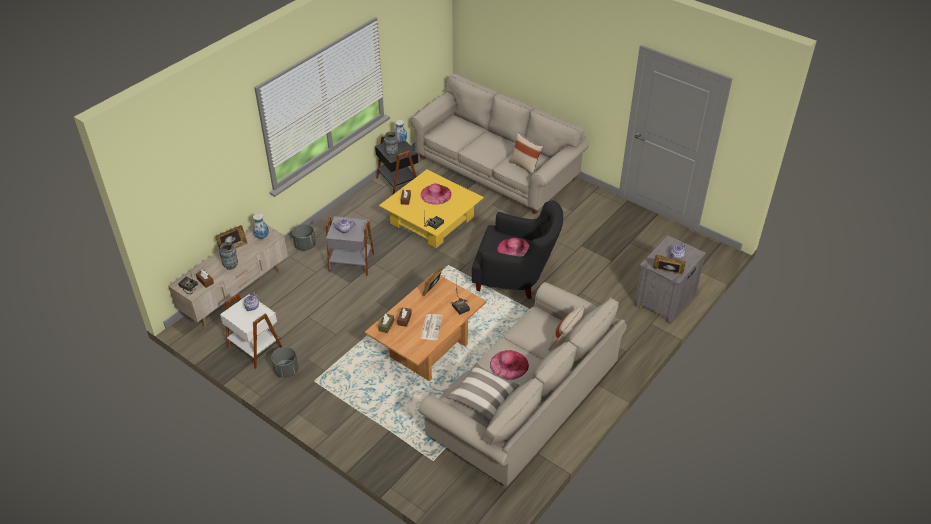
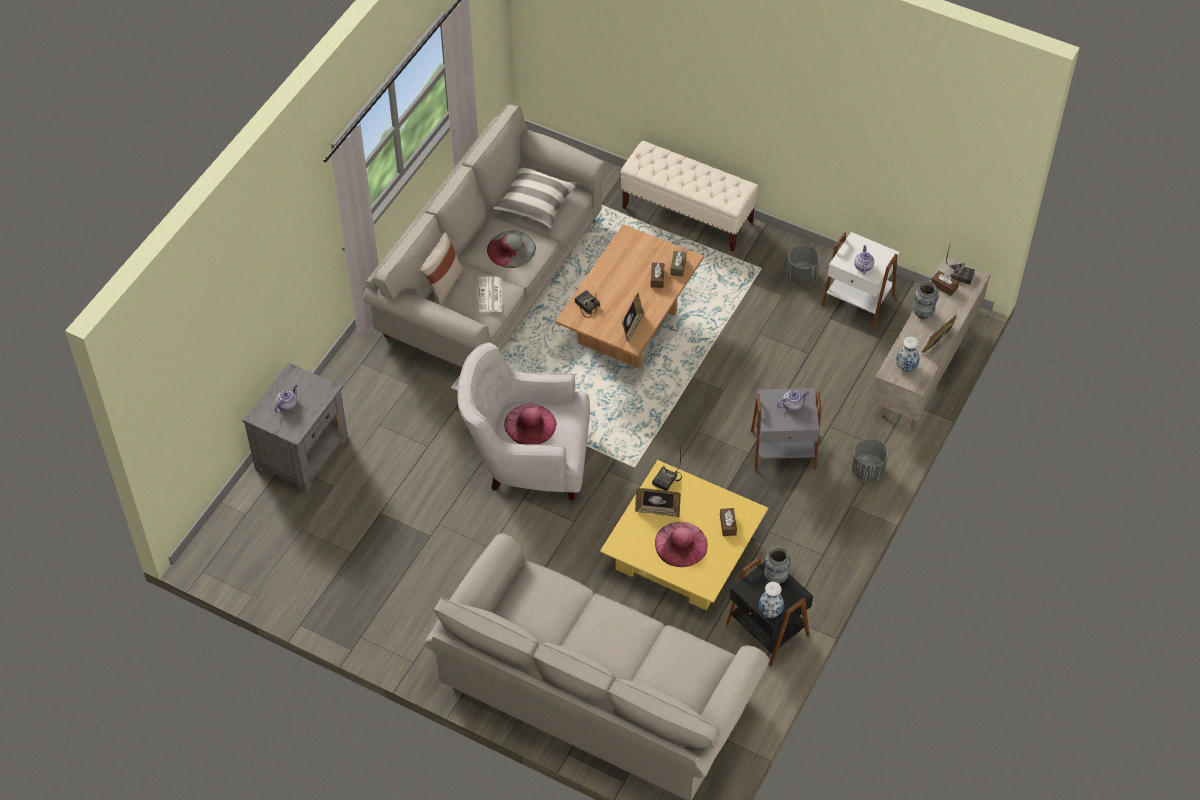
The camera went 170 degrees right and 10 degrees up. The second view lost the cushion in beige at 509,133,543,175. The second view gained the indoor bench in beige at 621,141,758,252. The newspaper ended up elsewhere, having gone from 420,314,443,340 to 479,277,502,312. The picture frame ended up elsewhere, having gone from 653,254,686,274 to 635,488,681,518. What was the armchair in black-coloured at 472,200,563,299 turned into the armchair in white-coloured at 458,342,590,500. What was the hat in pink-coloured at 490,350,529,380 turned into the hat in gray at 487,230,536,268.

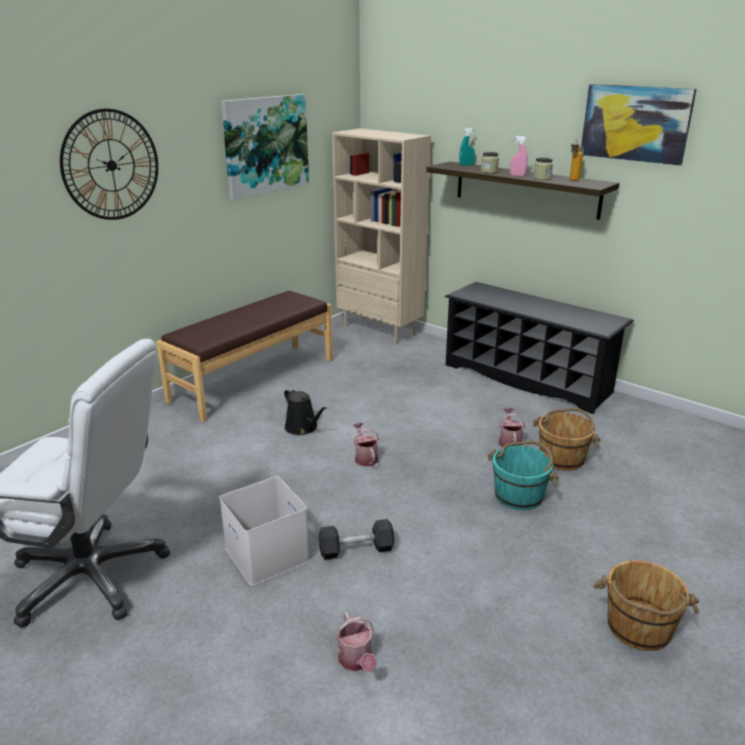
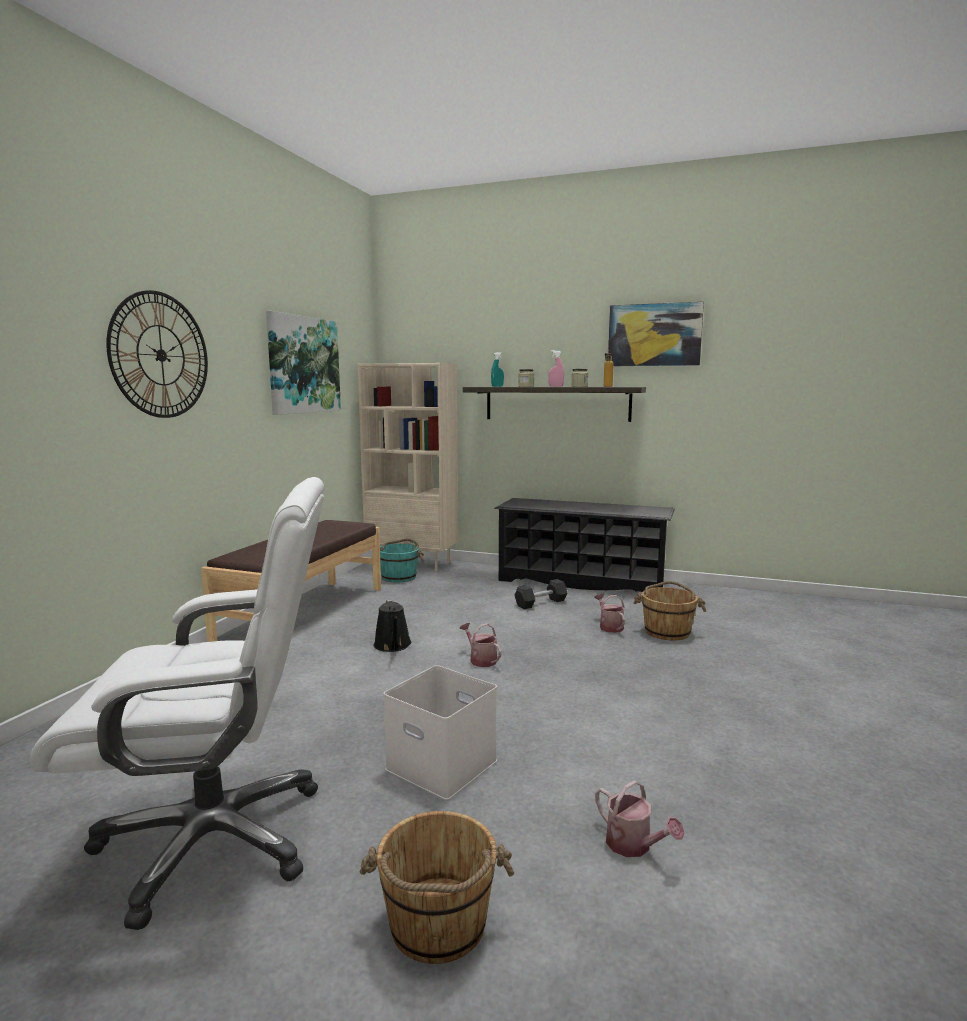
The camera went 20 degrees left and 15 degrees down. The hand weight in gray ended up elsewhere, having gone from 319,519,395,560 to 515,579,567,609. The bucket in turquoise ended up elsewhere, having gone from 487,441,559,510 to 380,539,424,583. The bucket in brown ended up elsewhere, having gone from 593,560,699,651 to 360,811,514,964. The watering pot in black-coloured at 284,388,327,435 ended up facing another way, 45 degrees clockwise from before.

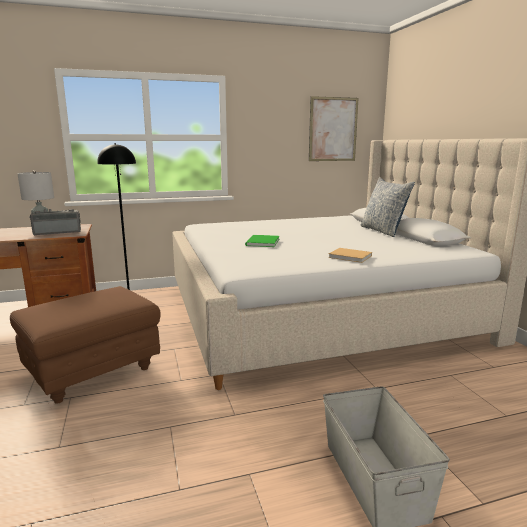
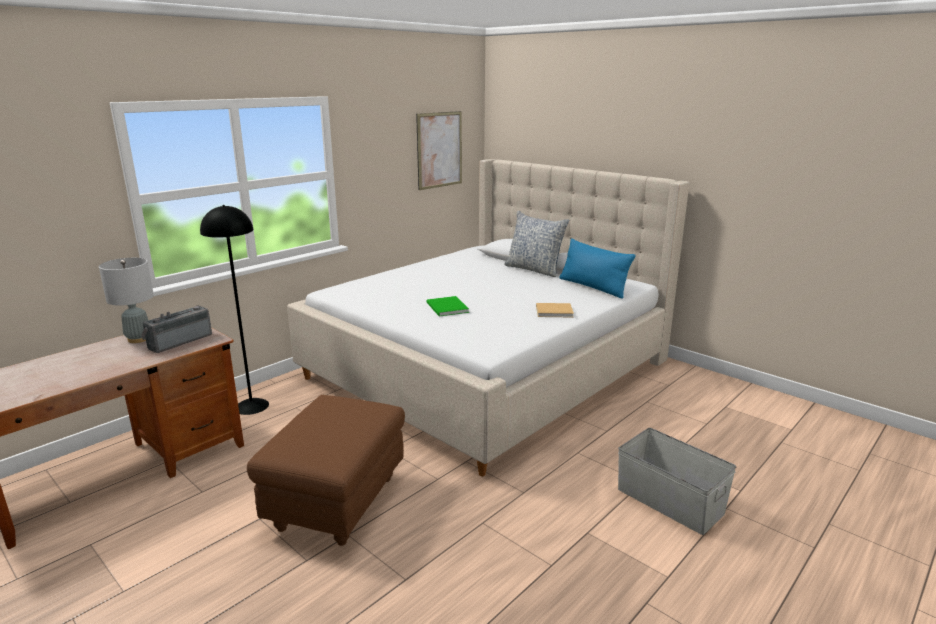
The camera went 30 degrees left and 5 degrees up. The second view gained the cushion in blue-coloured at 559,238,636,299.

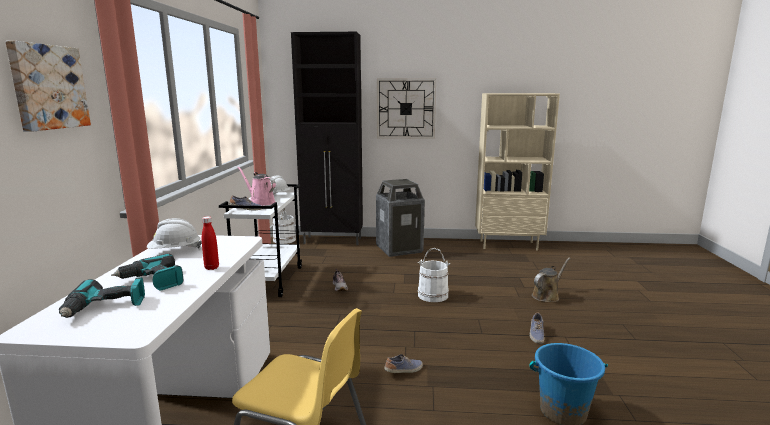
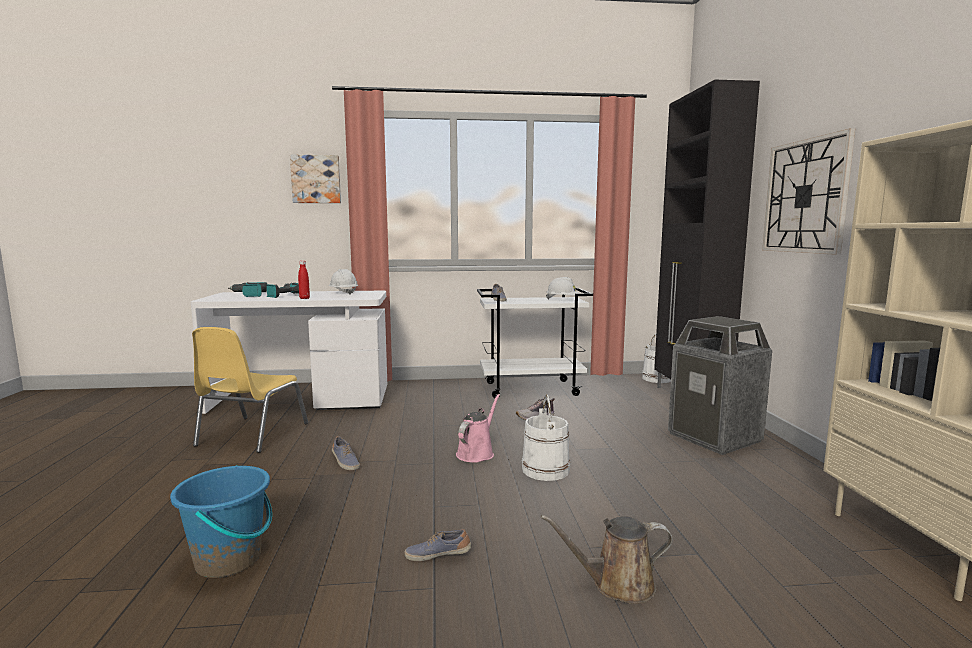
The camera went 80 degrees right and 5 degrees down. The watering pot in pink-coloured ended up elsewhere, having gone from 238,167,276,206 to 456,394,500,462. The watering pot in brown at 532,257,570,302 ended up facing another way, 135 degrees clockwise from before.

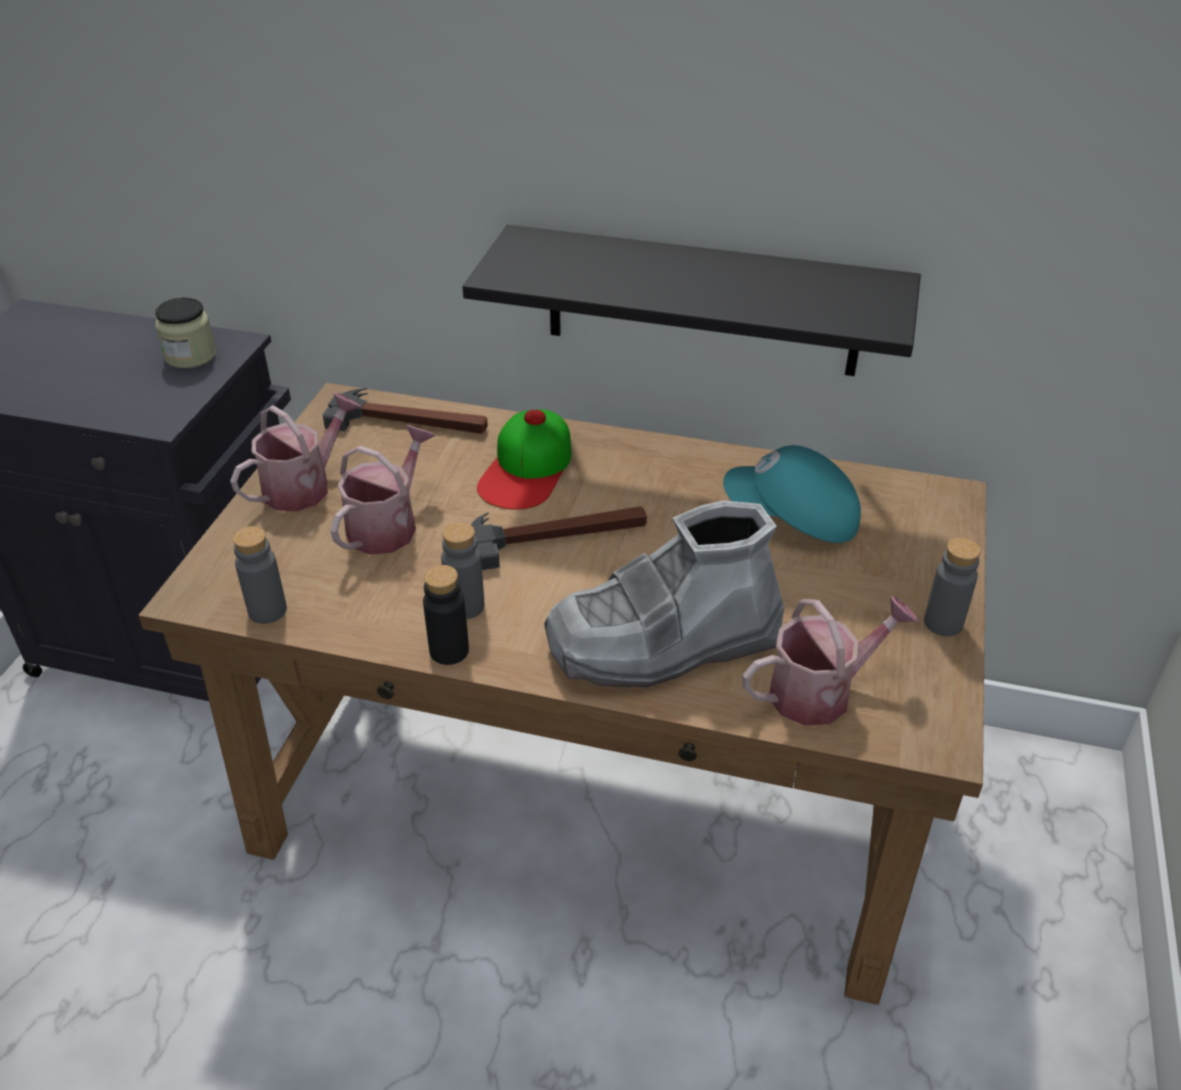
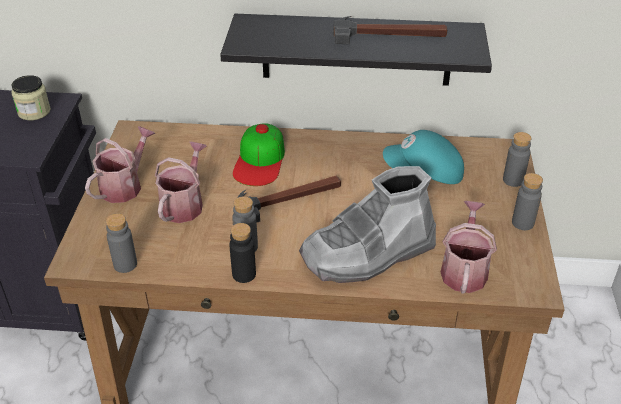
The camera went 10 degrees left and 0 degrees up. The second view gained the bottle in gray at 503,132,531,187. The tool hammer ended up elsewhere, having gone from 322,388,488,434 to 333,16,447,44. The watering pot at 742,596,919,726 ended up facing another way, 45 degrees counterclockwise from before.

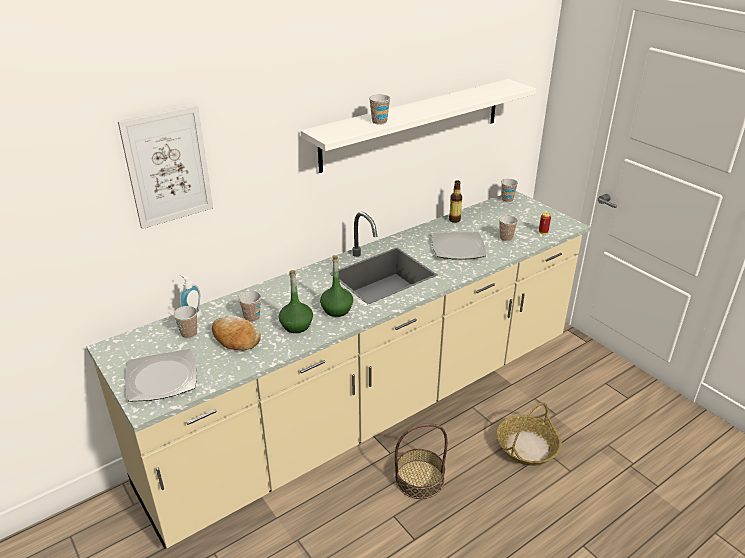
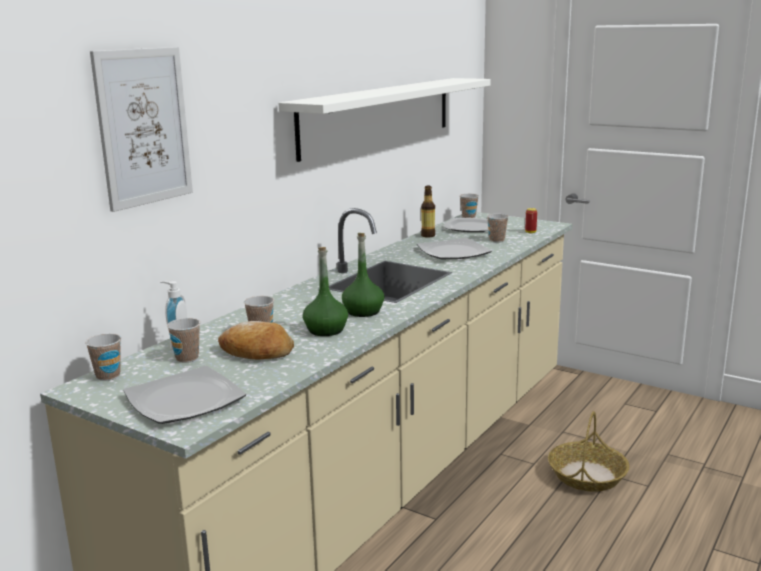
The camera went 20 degrees left and 15 degrees down. The second view lost the storage basket at 395,423,448,499. The second view gained the dinner plate at 444,218,489,232. The drinking cup ended up elsewhere, having gone from 369,94,391,125 to 85,334,121,381.

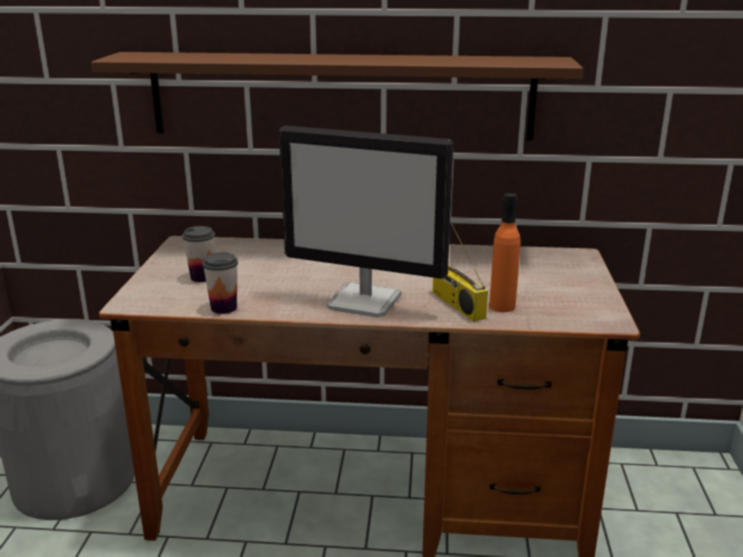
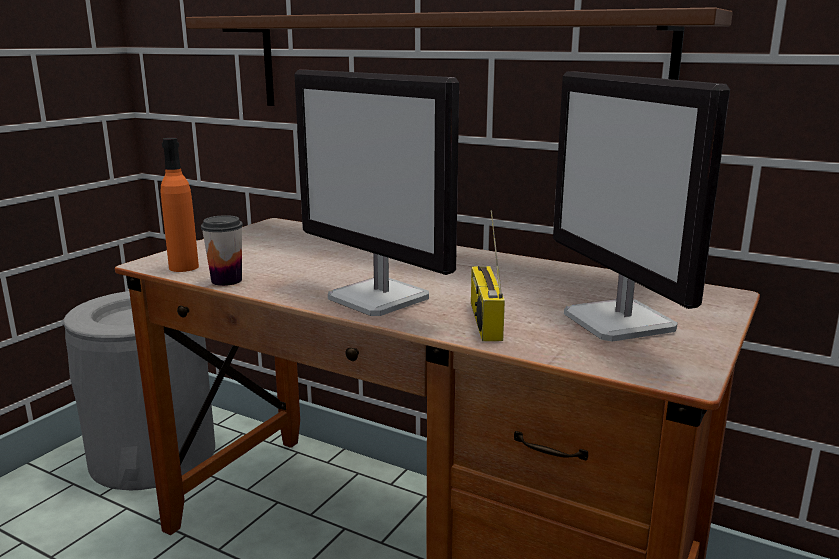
The camera went 25 degrees right and 5 degrees down. The second view lost the drinking cup at 182,226,215,282. The second view gained the computer screen at 553,71,730,342. The bottle in orange-coloured ended up elsewhere, having gone from 489,193,520,312 to 161,138,199,272.

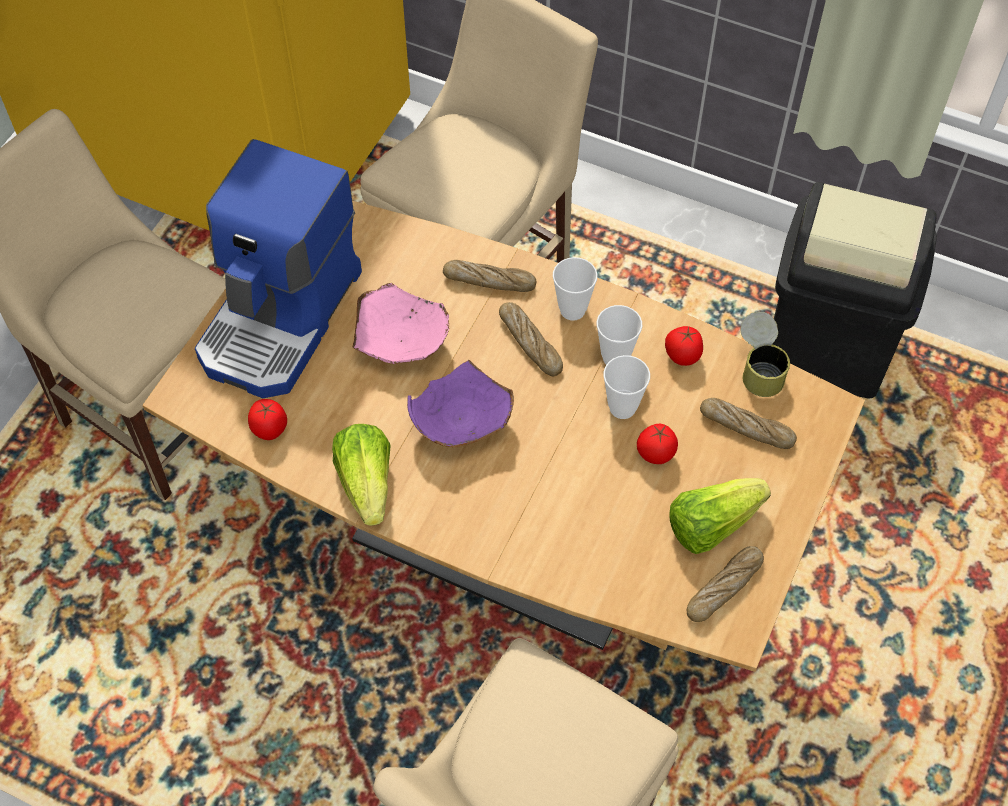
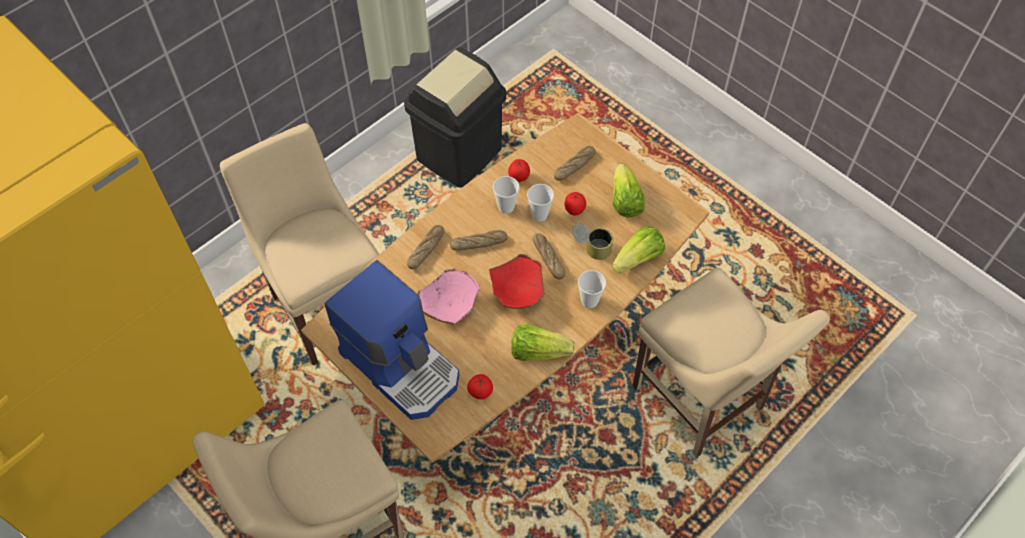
The camera went 70 degrees left and 0 degrees up. The second view gained the lettuce head at 612,226,665,273. The drinking cup ended up elsewhere, having gone from 553,257,598,321 to 578,270,606,308. The bakery bread ended up elsewhere, having gone from 687,546,764,622 to 532,233,565,279. The sealed can ended up elsewhere, having gone from 740,312,790,397 to 572,224,613,260. What was the serving bowl in purplish at 407,360,514,447 turned into the serving bowl in reddish at 489,254,545,309.

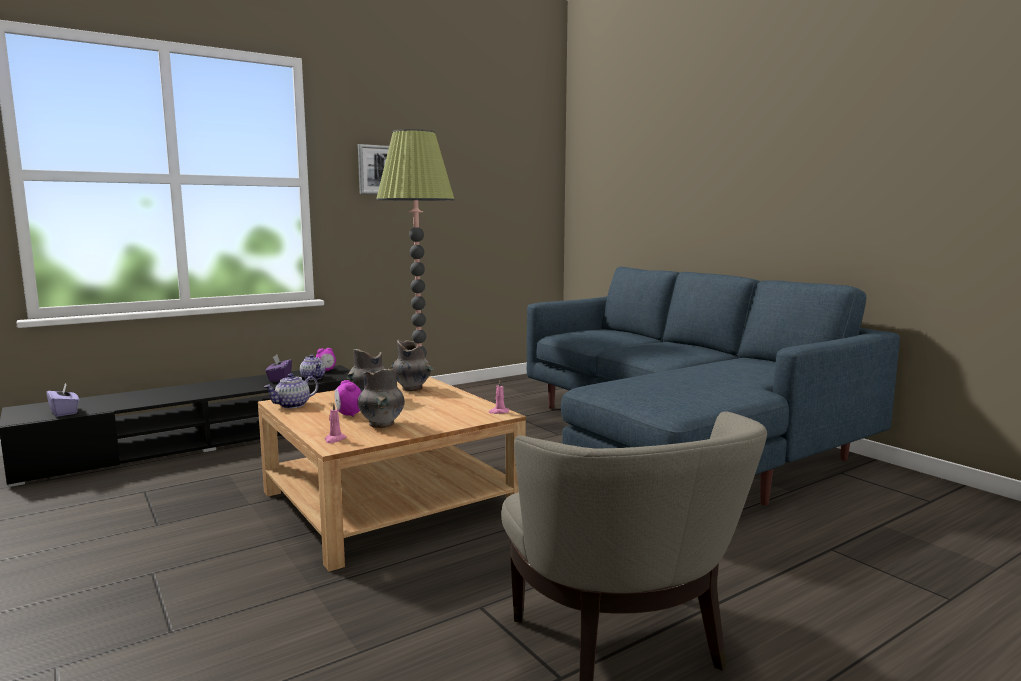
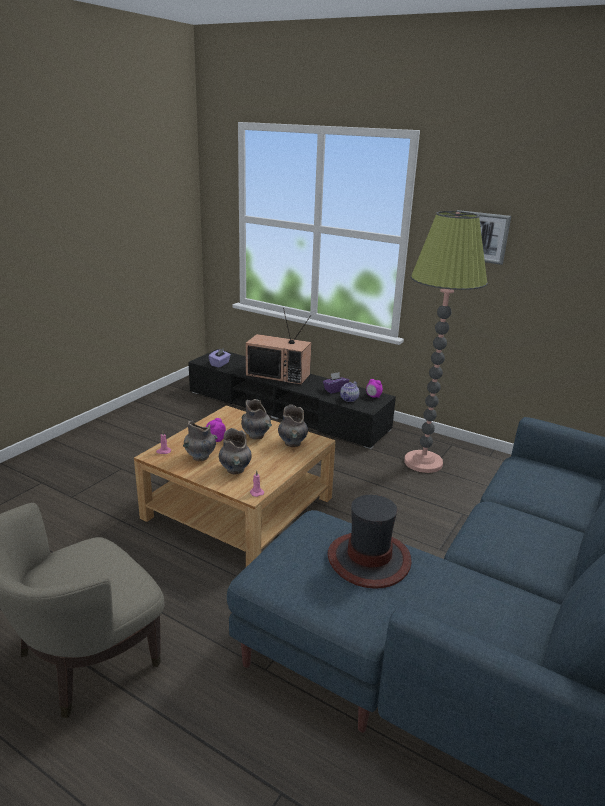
The camera went 65 degrees right and 15 degrees up. The second view lost the tea pot at 264,373,318,408. The second view gained the flower vase in gray at 219,428,252,475. The second view gained the television at 246,308,311,385. The second view gained the hat at 328,495,412,589.

